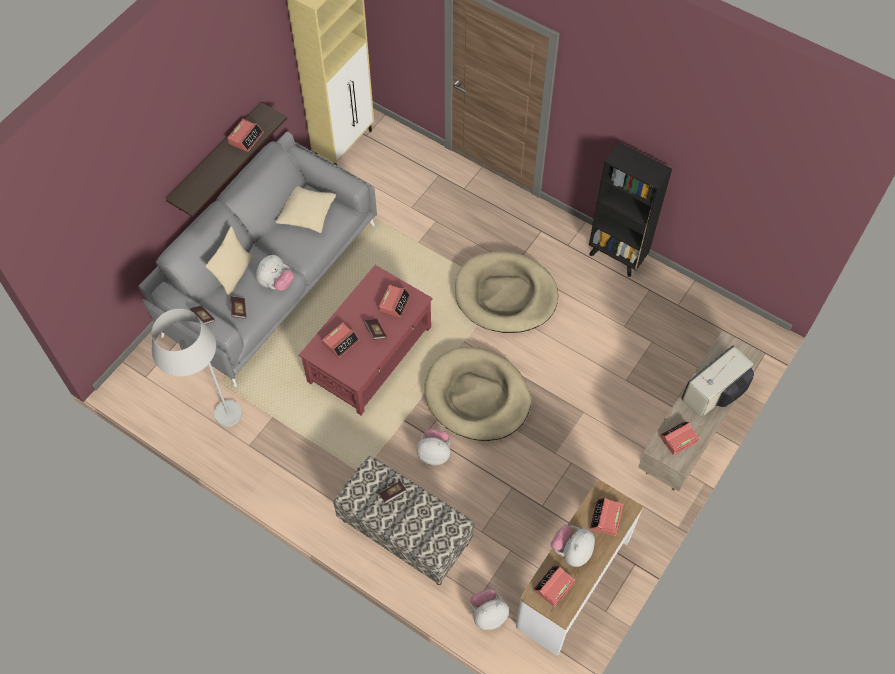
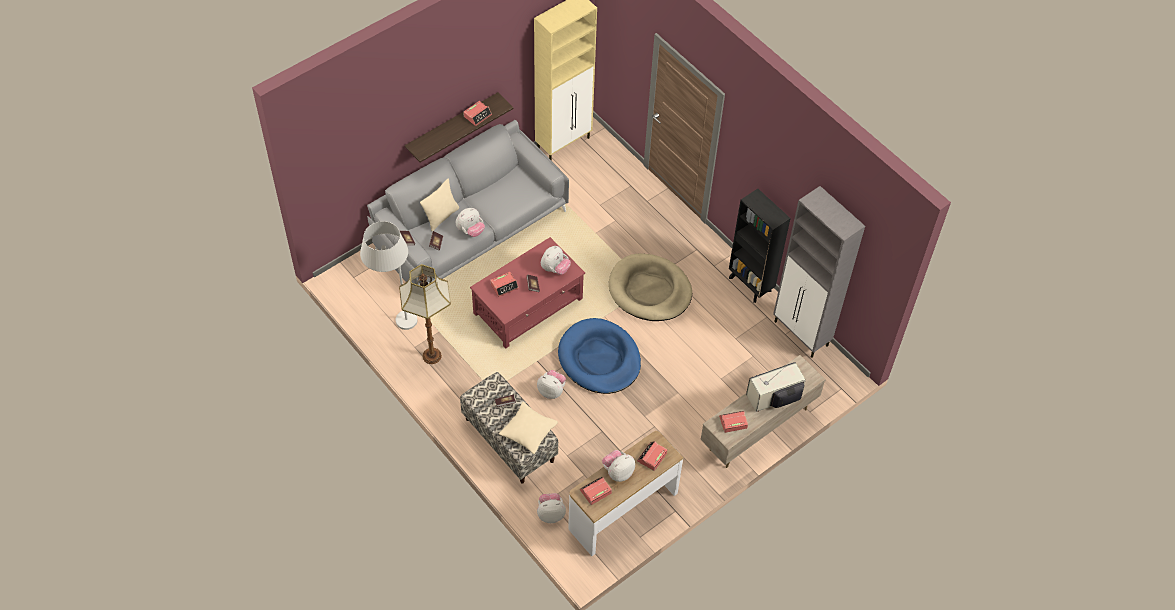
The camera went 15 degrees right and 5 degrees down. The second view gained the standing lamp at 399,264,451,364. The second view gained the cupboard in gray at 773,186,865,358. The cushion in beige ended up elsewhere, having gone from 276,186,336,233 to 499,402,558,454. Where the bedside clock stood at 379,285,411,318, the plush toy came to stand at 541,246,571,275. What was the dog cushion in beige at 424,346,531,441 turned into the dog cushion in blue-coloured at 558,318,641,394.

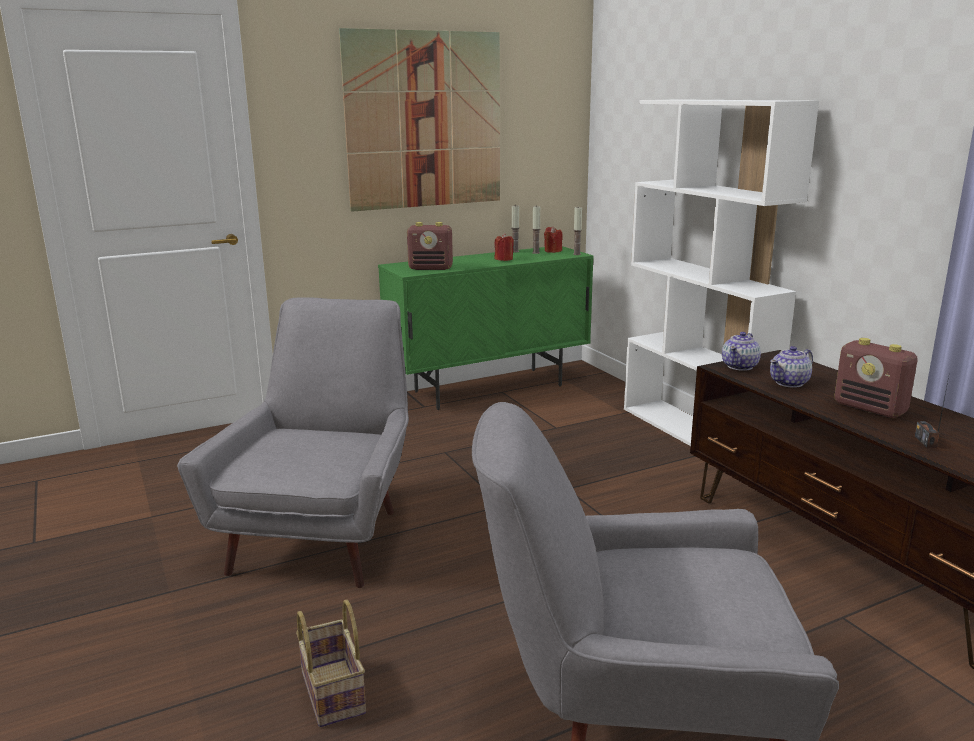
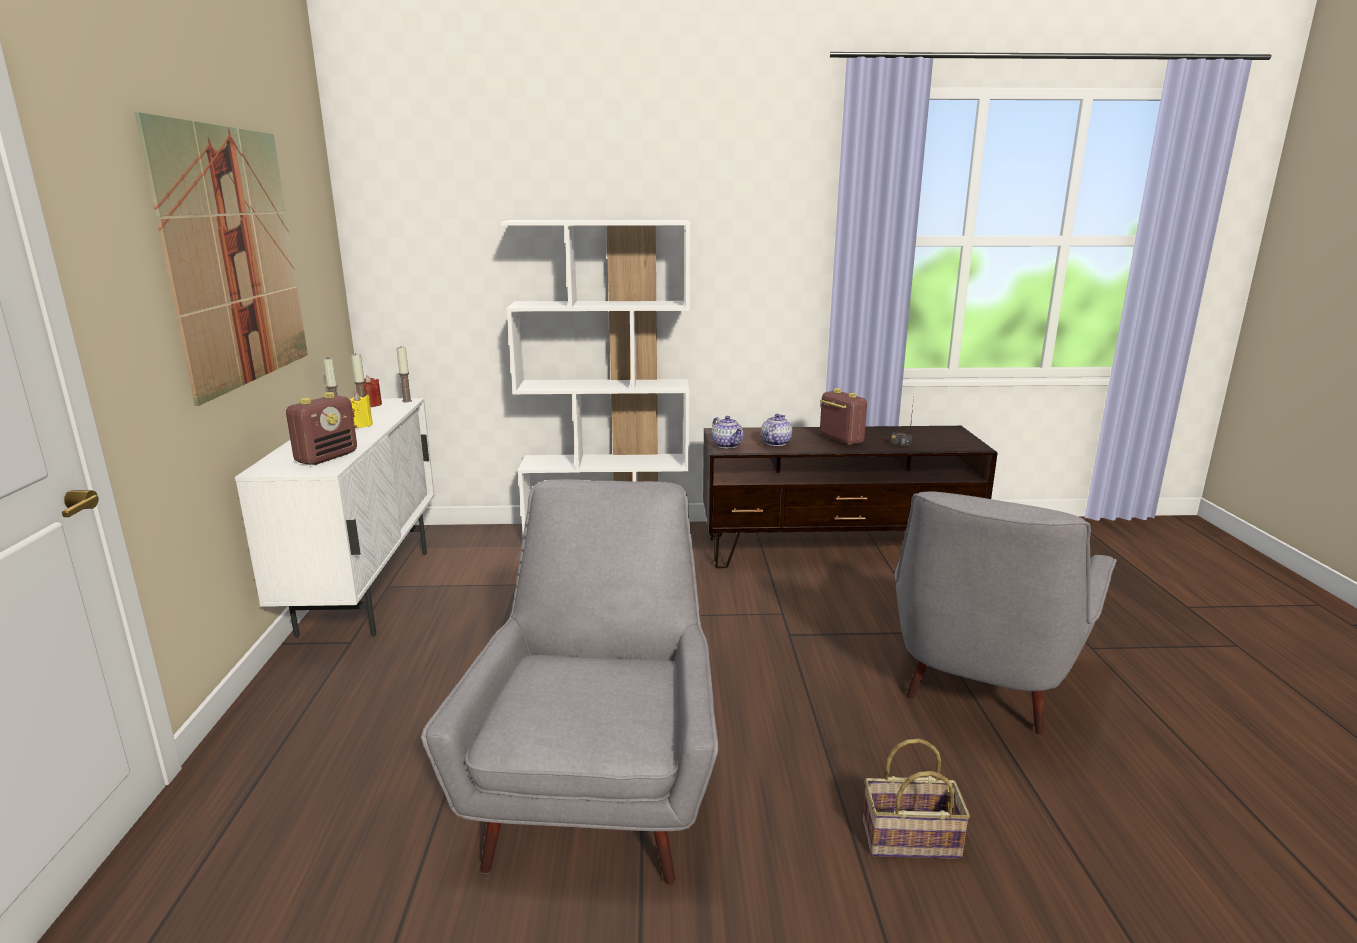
The camera went 65 degrees left and 0 degrees up. What was the cupboard in green-coloured at 378,246,594,410 turned into the cupboard in white-coloured at 235,398,435,638. What was the candle in reddish at 494,233,514,261 turned into the candle in yellowish at 350,393,373,428. The armchair in gray at 177,297,409,588 ended up facing another way, 60 degrees clockwise from before. The tea pot at 770,346,813,388 ended up facing another way, 150 degrees counterclockwise from before. The radio receiver at 834,338,918,418 ended up facing another way, 105 degrees counterclockwise from before.

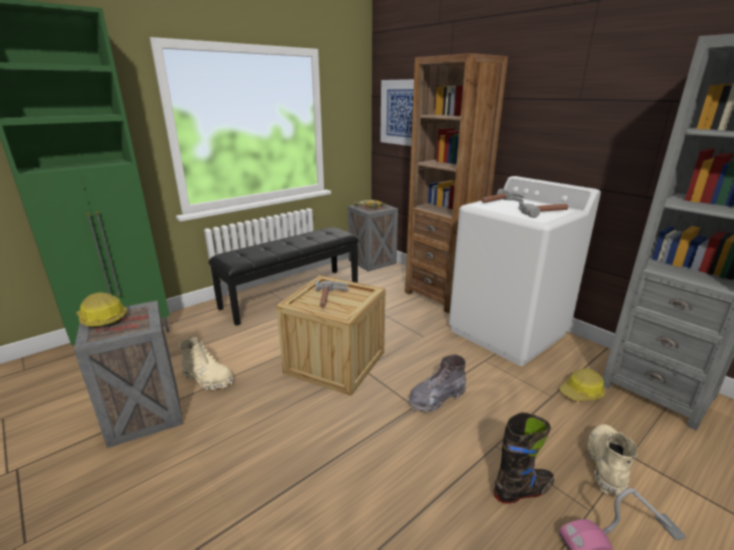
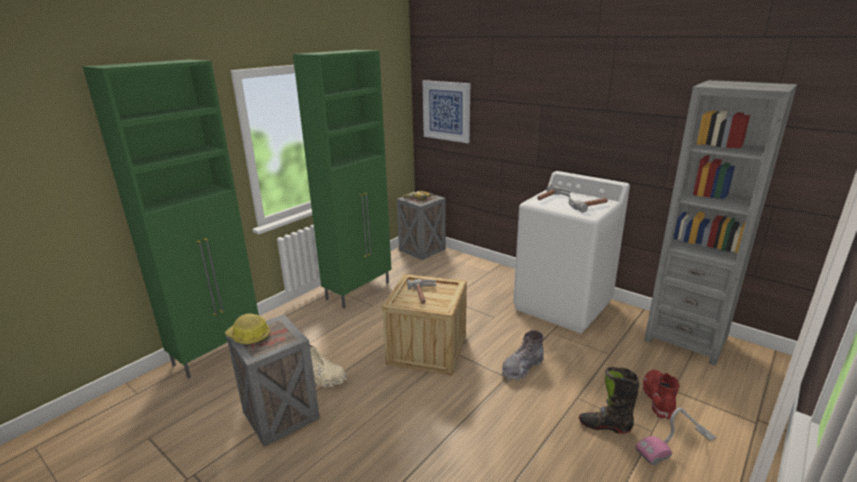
The camera went 10 degrees left and 0 degrees up. The second view lost the bookcase in brown at 405,53,508,313. The second view lost the hard hat at 559,369,605,401. Where the indoor bench in black-coloured stood at 208,227,359,326, the cupboard in green-coloured came to stand at 293,50,392,308. What was the tall boot in beige at 587,424,637,497 turned into the tall boot in reddish at 643,370,680,420. The tall boot in black-coloured at 494,412,554,504 ended up facing another way, 135 degrees counterclockwise from before.

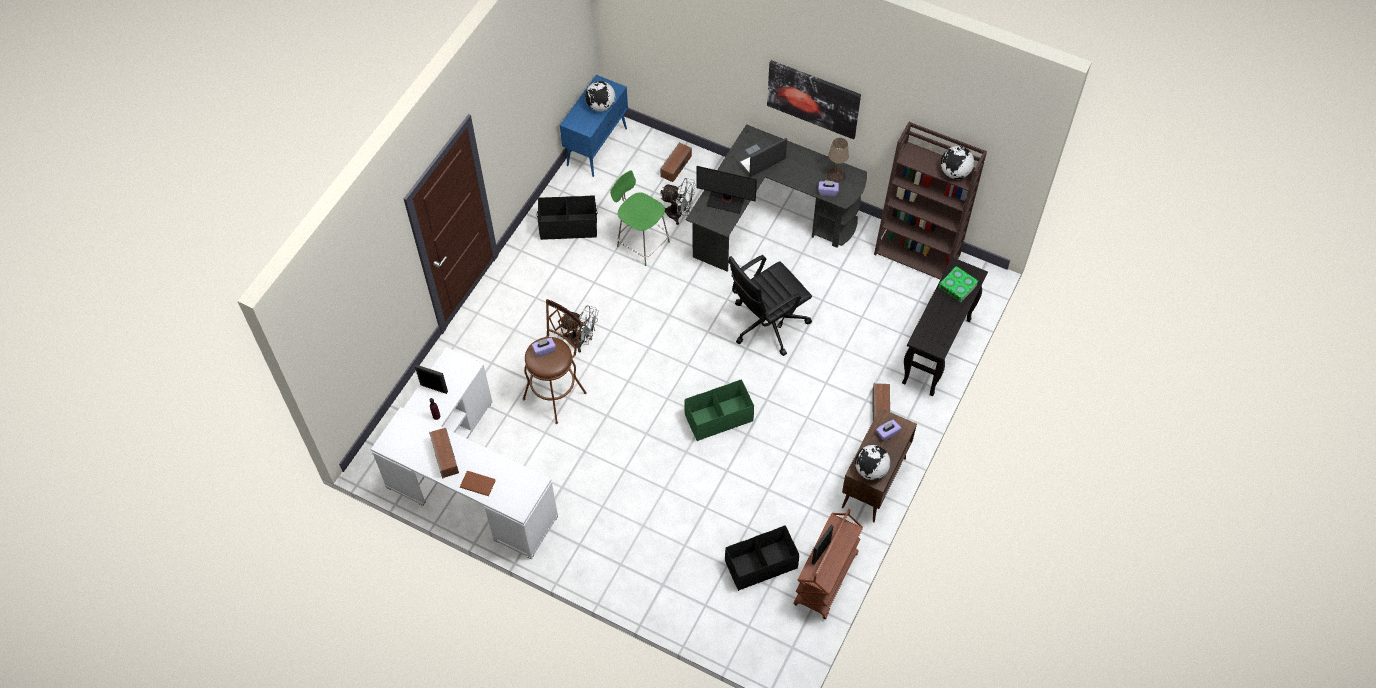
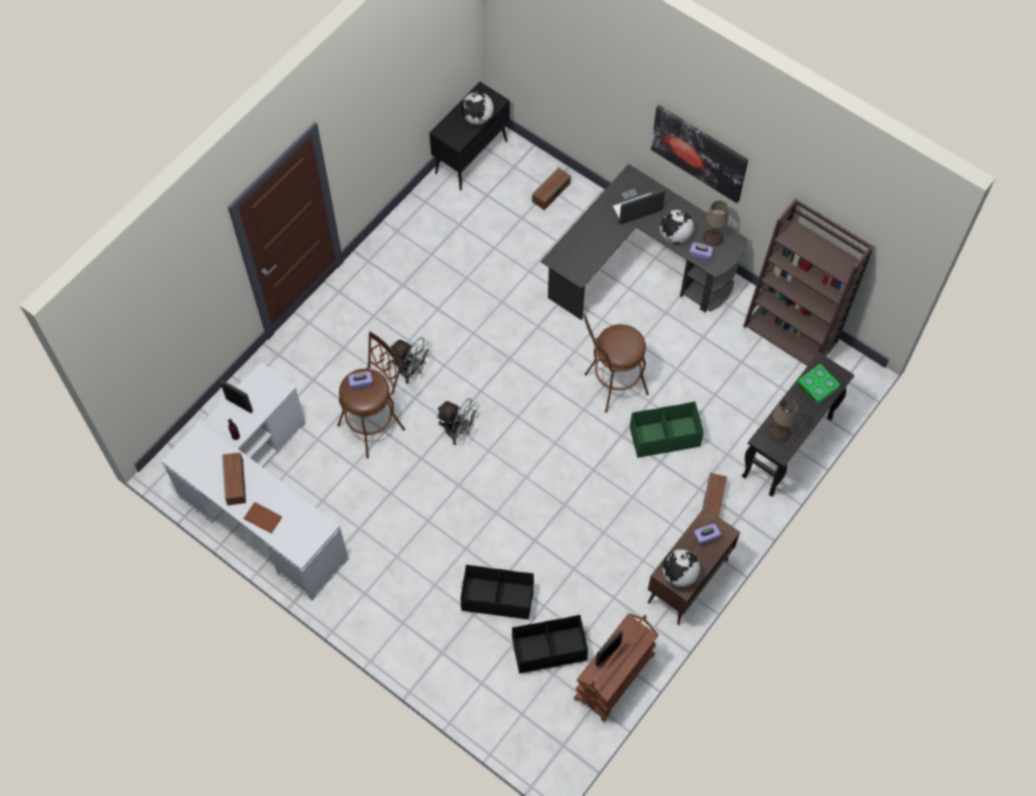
The camera went 10 degrees right and 5 degrees up. The second view lost the plain chair in green-coloured at 610,170,670,266. The second view lost the computer screen at 697,166,757,214. The second view gained the tabletop lamp in beige at 769,398,798,442. The storage container in black-coloured ended up elsewhere, having gone from 537,195,597,240 to 460,565,534,620. The electric fan in gray ended up elsewhere, having gone from 660,178,695,225 to 436,398,480,445. The storage container in green-coloured ended up elsewhere, having gone from 684,379,754,441 to 630,402,704,458. The desk globe ended up elsewhere, having gone from 941,146,974,179 to 660,210,694,244. Where the office chair in black-coloured stood at 728,255,812,356, the stool in brown came to stand at 583,313,649,413. What was the cupboard in blue-coloured at 560,75,628,177 turned into the cupboard in black-coloured at 429,82,510,191.

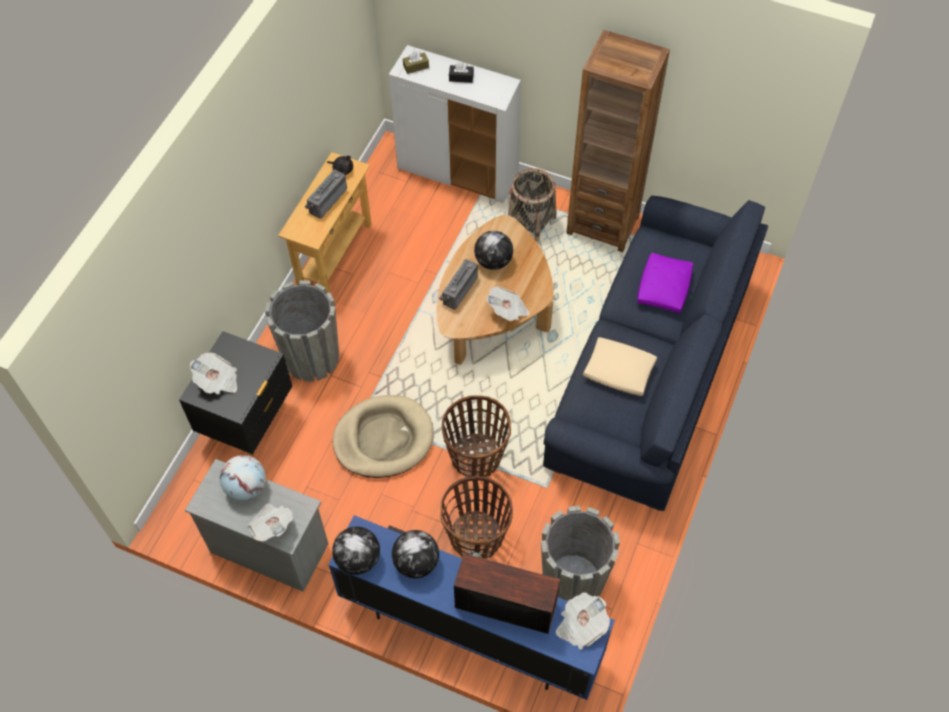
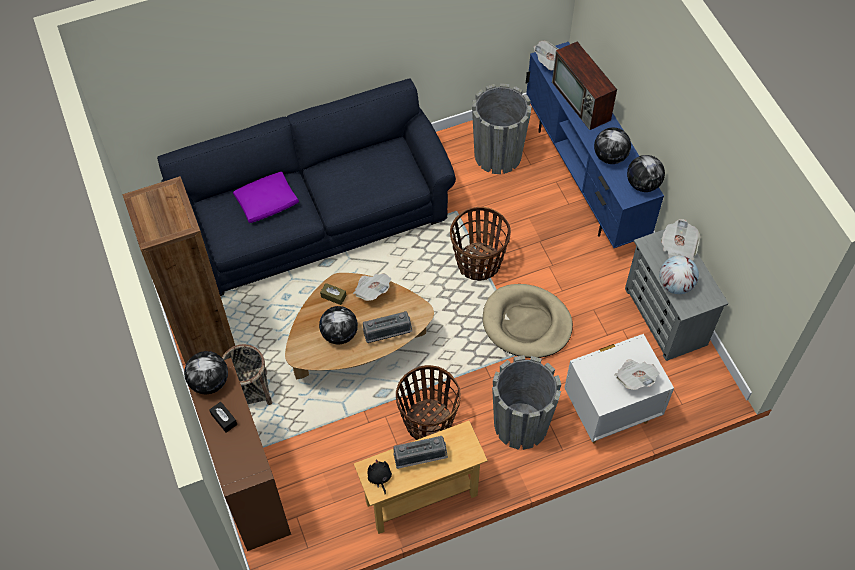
The camera went 135 degrees left and 0 degrees up. The second view lost the cushion in beige at 583,337,657,396. The second view gained the desk globe at 184,351,228,394. The tissue holder in brown ended up elsewhere, having gone from 403,51,429,74 to 320,283,346,305. The storage basket ended up elsewhere, having gone from 440,476,513,559 to 396,365,461,440. What was the night table in black-coloured at 179,331,292,457 turned into the night table in white-coloured at 565,334,674,444. What was the cupboard in white-coloured at 389,45,521,203 turned into the cupboard in brown at 188,358,291,551.

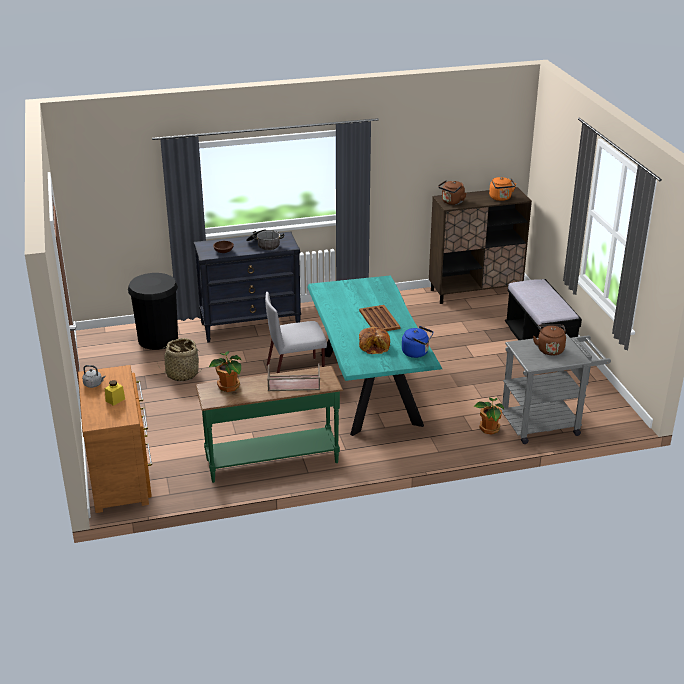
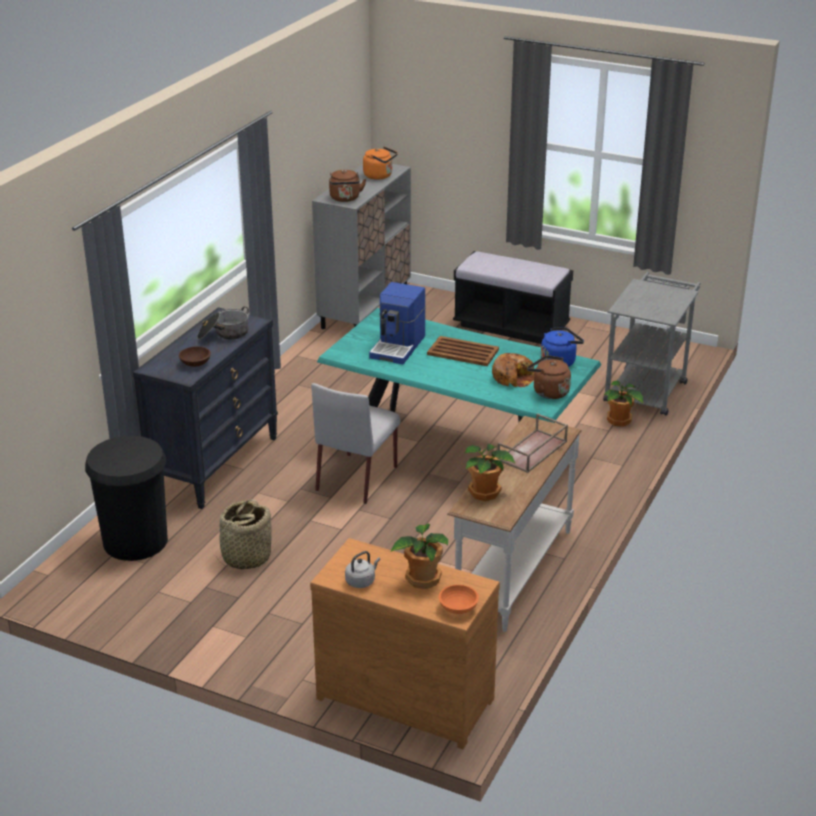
The camera went 50 degrees left and 0 degrees up. The second view gained the coffee brewer at 369,282,426,364. The second view gained the serving bowl in orange-coloured at 439,585,479,614. The tea kettle in brown ended up elsewhere, having gone from 533,324,566,356 to 527,355,571,399. Where the storage jar in yellowish stood at 105,380,125,406, the potted plant came to stand at 391,523,448,589. What was the hall table in green-coloured at 195,366,343,483 turned into the hall table in white-coloured at 447,416,582,632. What was the cupboard in brown at 429,187,532,304 turned into the cupboard in gray at 312,164,411,329.

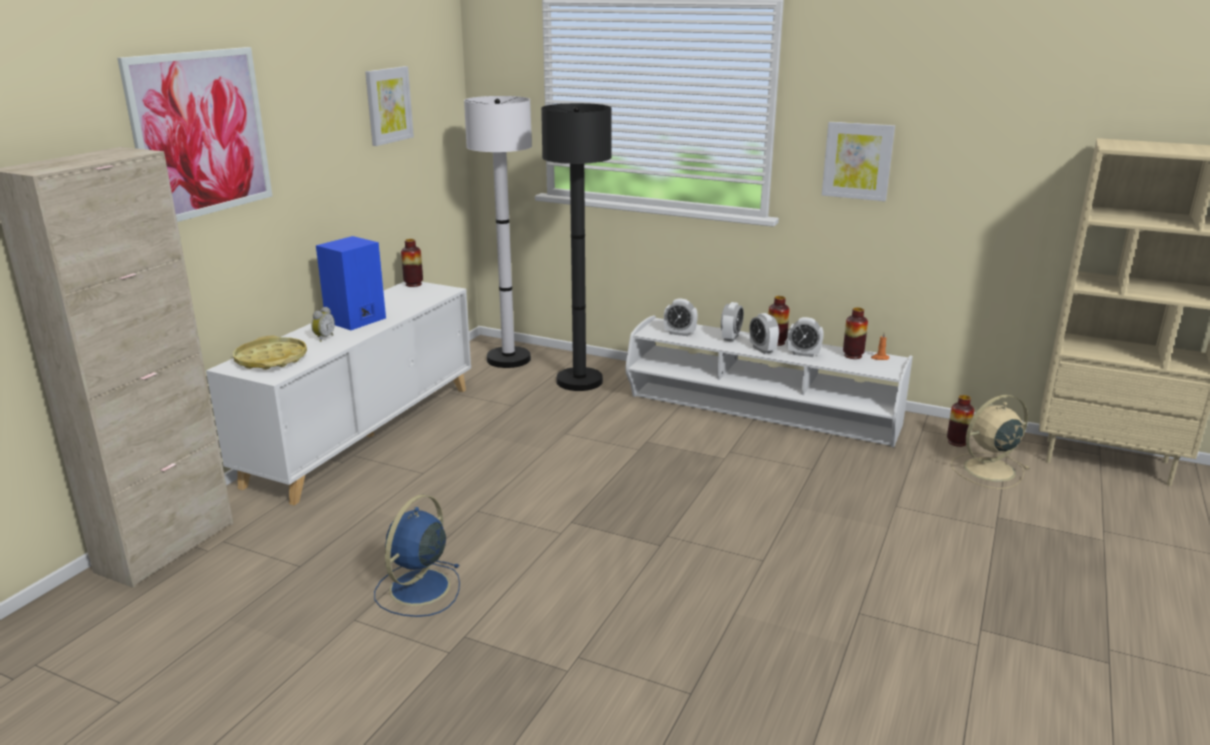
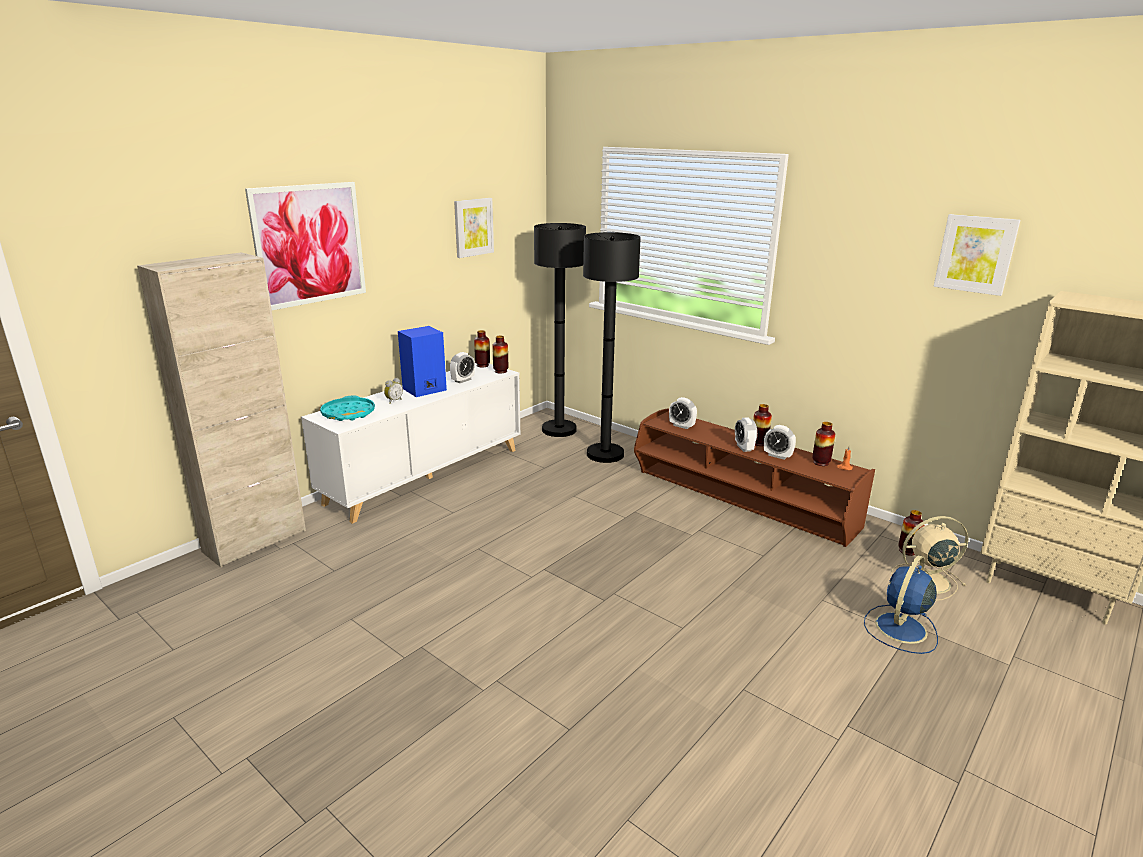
The camera went 15 degrees right and 0 degrees up. The second view gained the flower vase at 492,335,508,373. The electric fan in blue-coloured ended up elsewhere, having gone from 374,494,460,617 to 864,555,938,654. The bedside clock ended up elsewhere, having gone from 721,302,744,342 to 450,352,475,383. The wall art ended up elsewhere, having gone from 822,121,895,201 to 934,214,1020,296. What was the tray in yellowish at 233,336,307,370 turned into the tray in turquoise at 320,396,375,421. What was the standing lamp in white-coloured at 464,96,532,368 turned into the standing lamp in black-coloured at 534,223,586,437. What was the tv unit in white-coloured at 625,315,913,447 turned into the tv unit in brown at 634,408,875,547.

